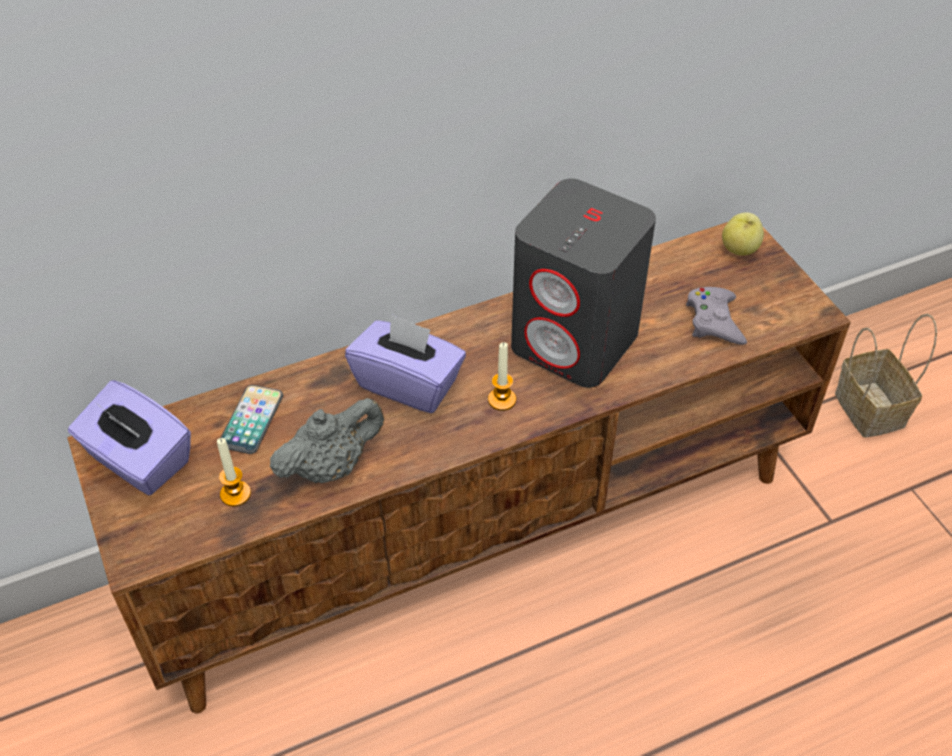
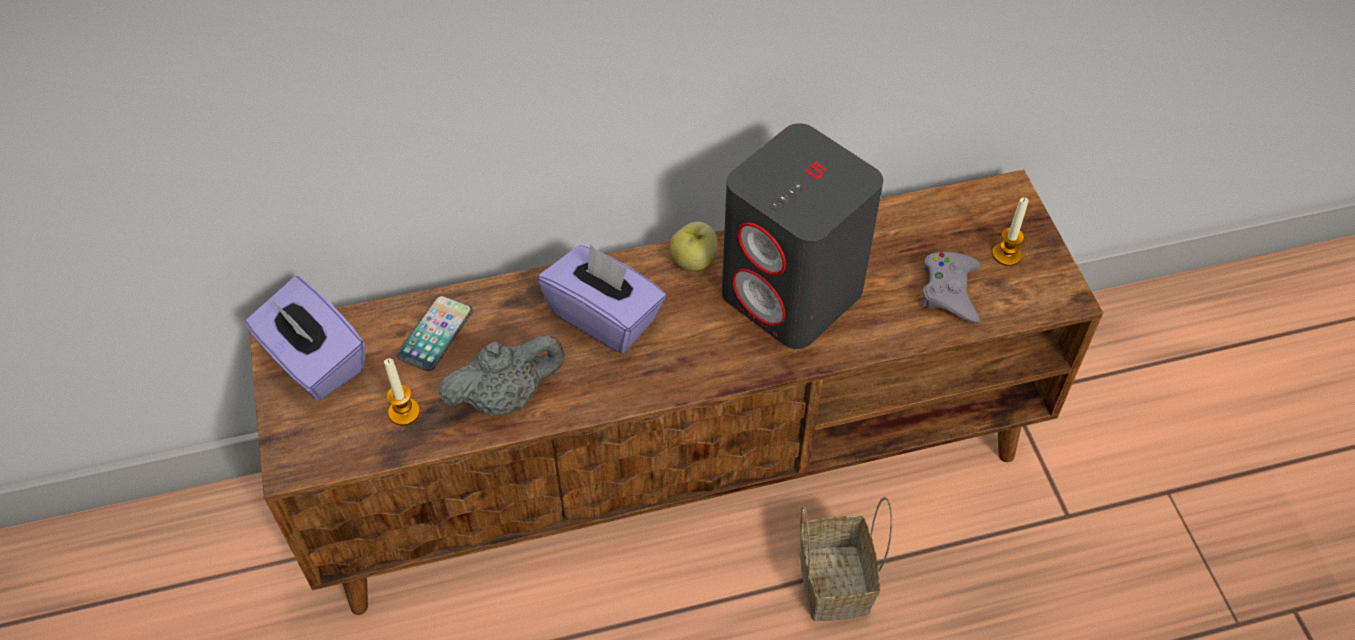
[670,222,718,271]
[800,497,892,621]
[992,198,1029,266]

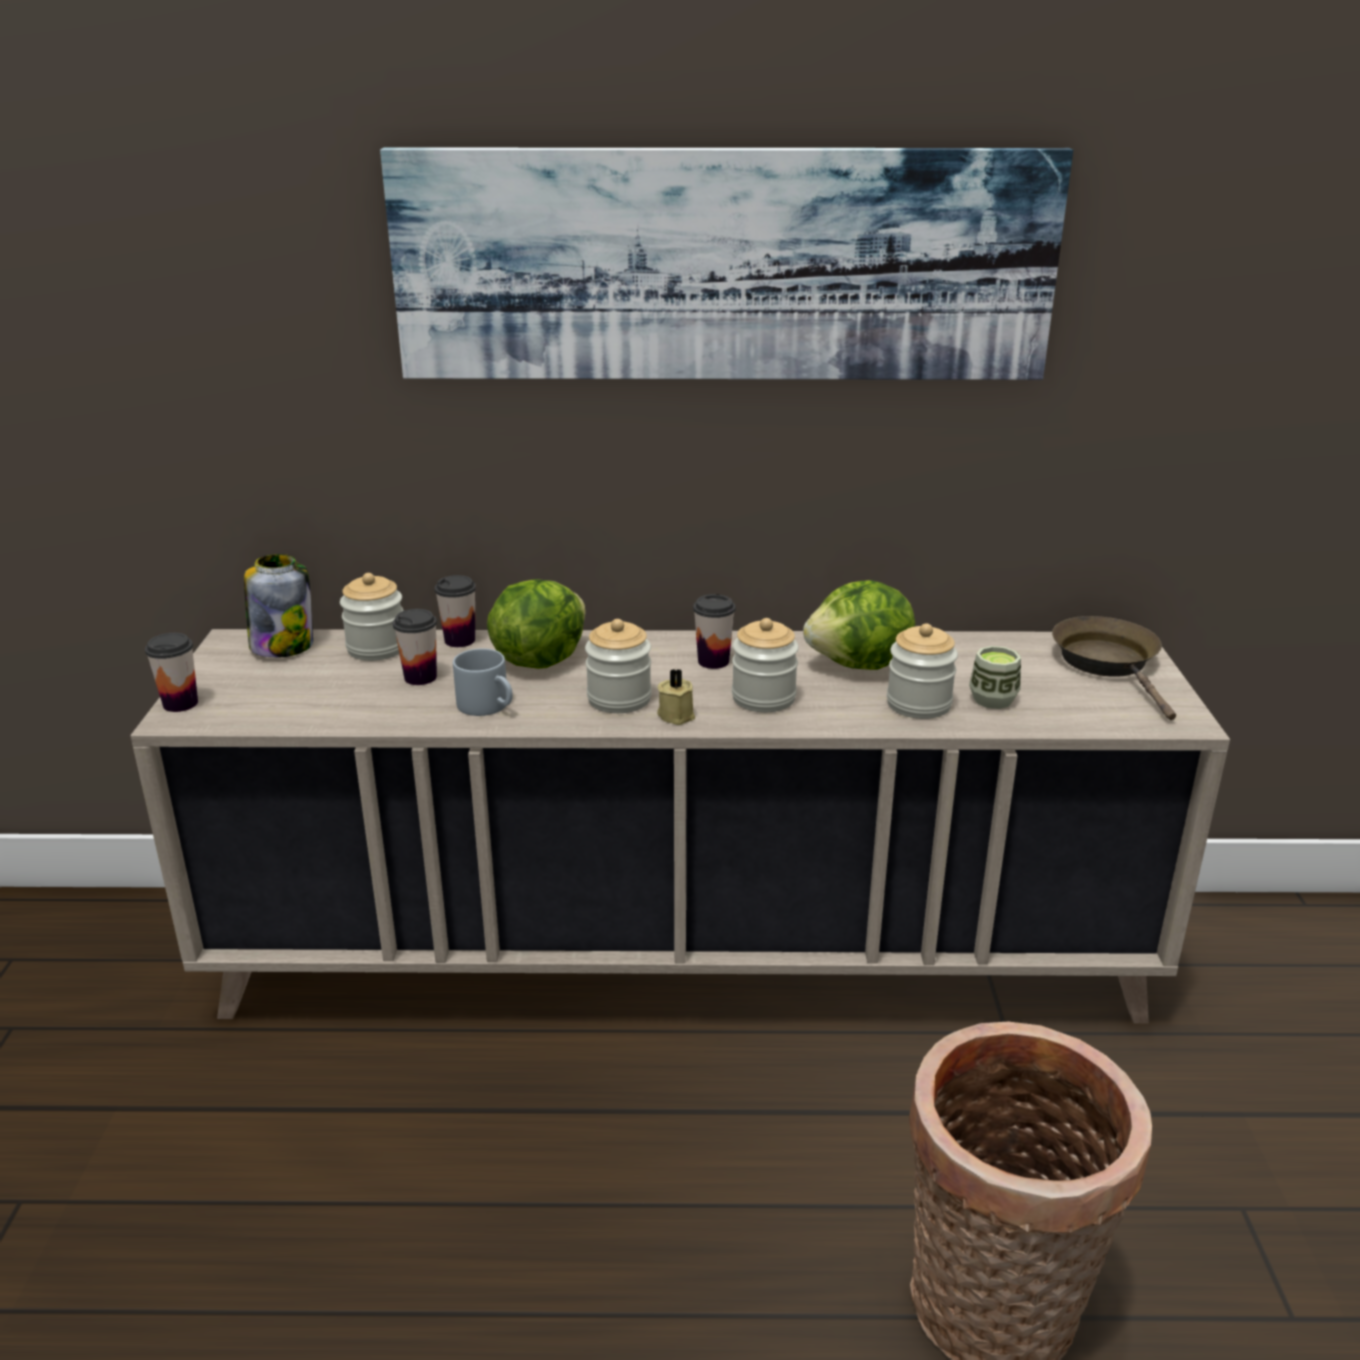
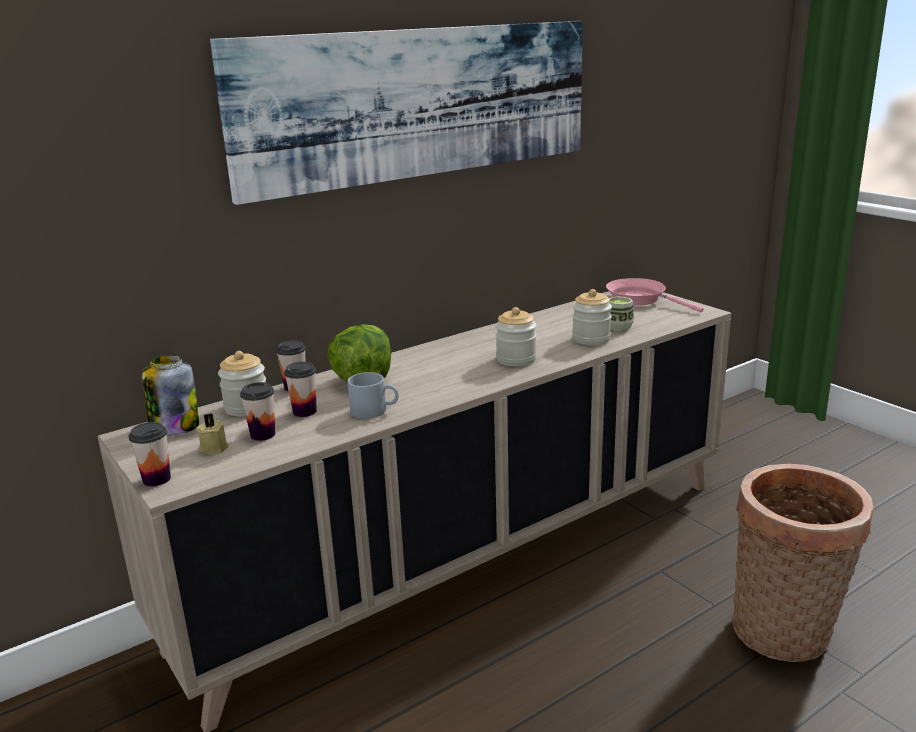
[196,413,229,454]
[240,382,275,441]
[606,278,704,312]
[585,619,652,713] (first image)
[803,580,915,670] (first image)

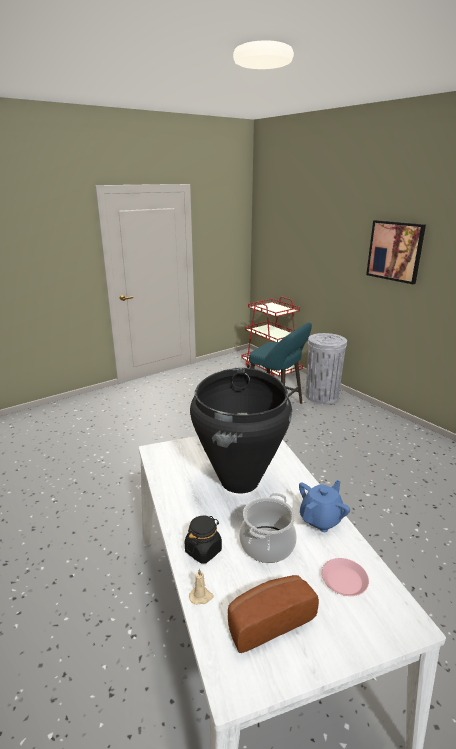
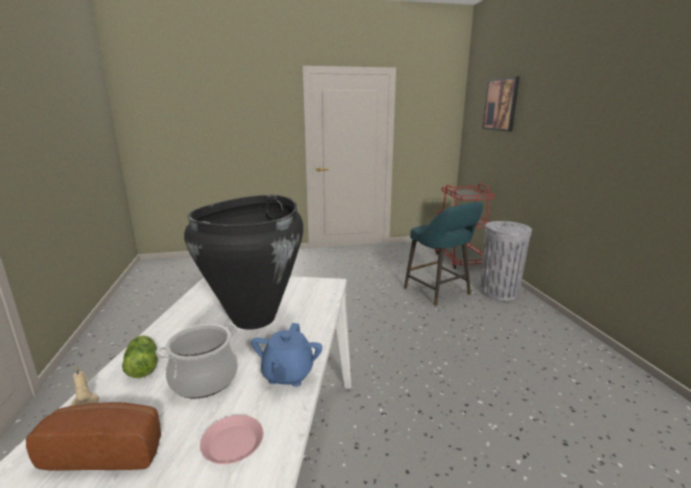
[122,335,158,378]
[251,323,322,387]
[482,76,520,132]

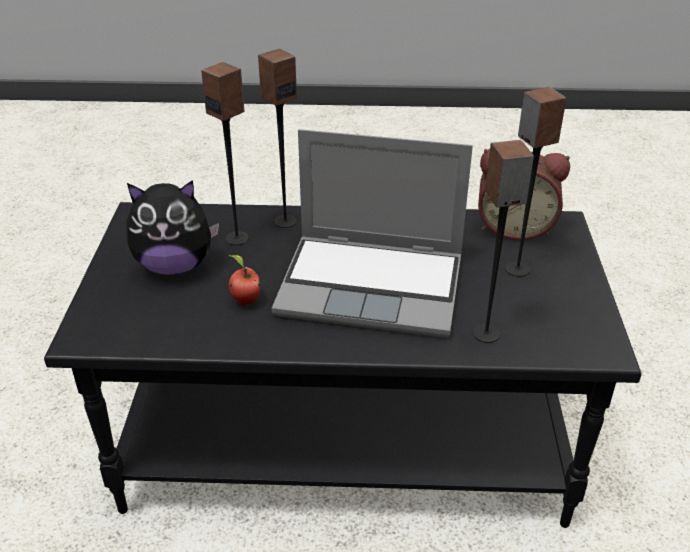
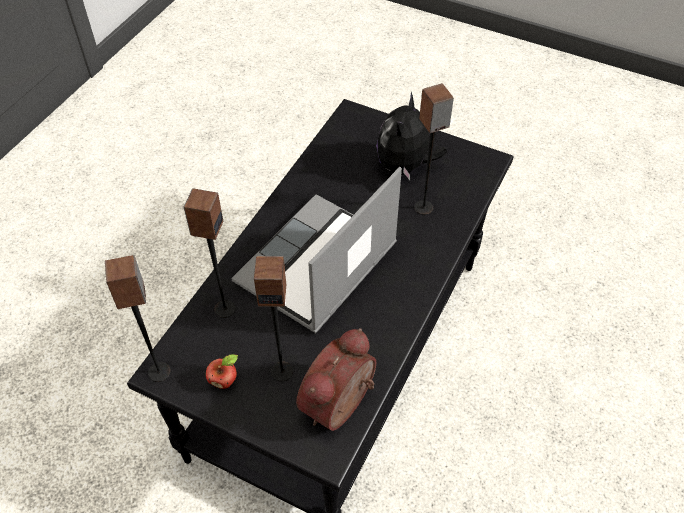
[105,255,171,382]
[206,354,238,389]

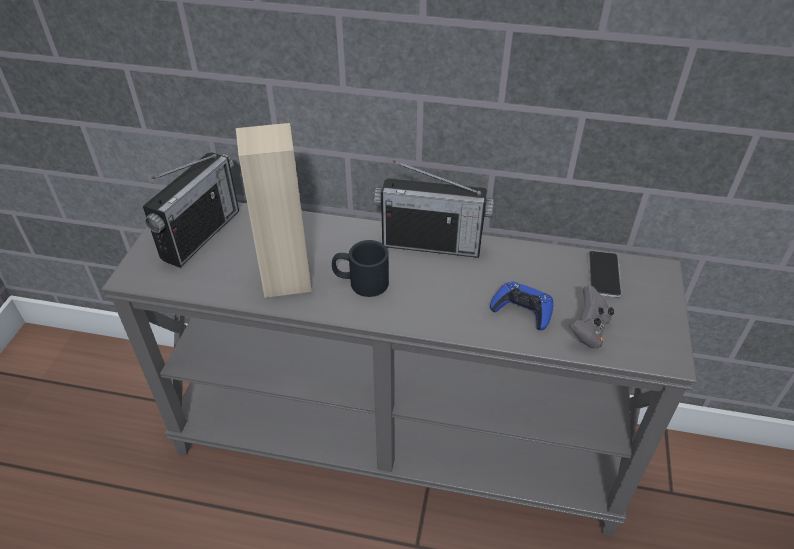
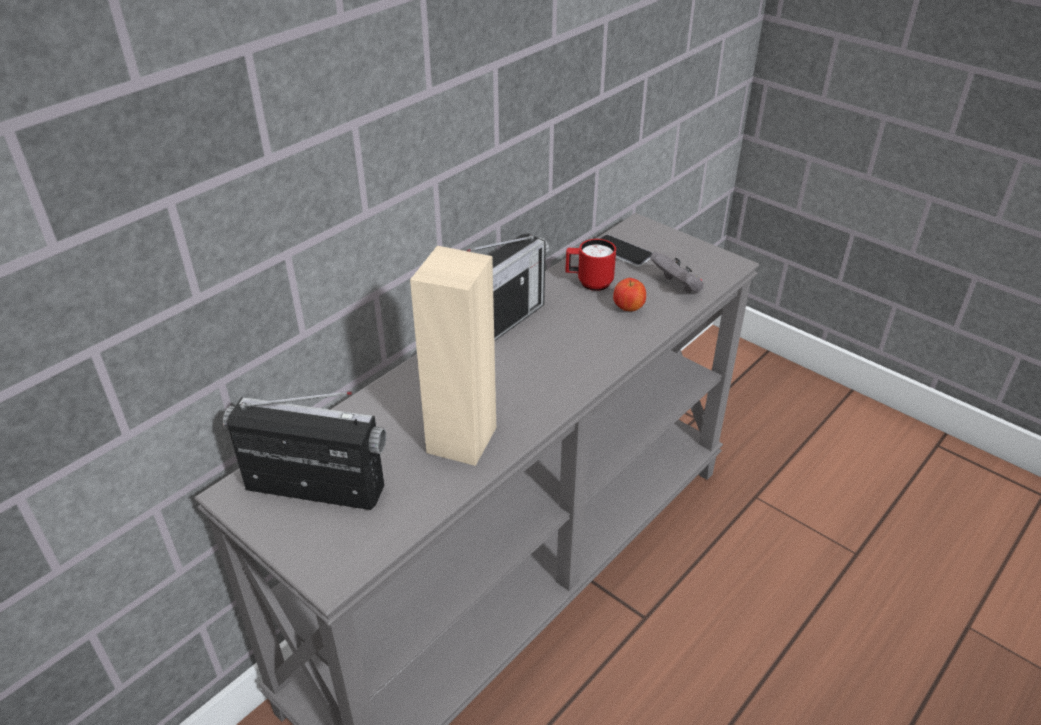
[223,391,386,510]
[565,239,616,291]
[613,278,646,311]
[332,240,389,297] (first image)

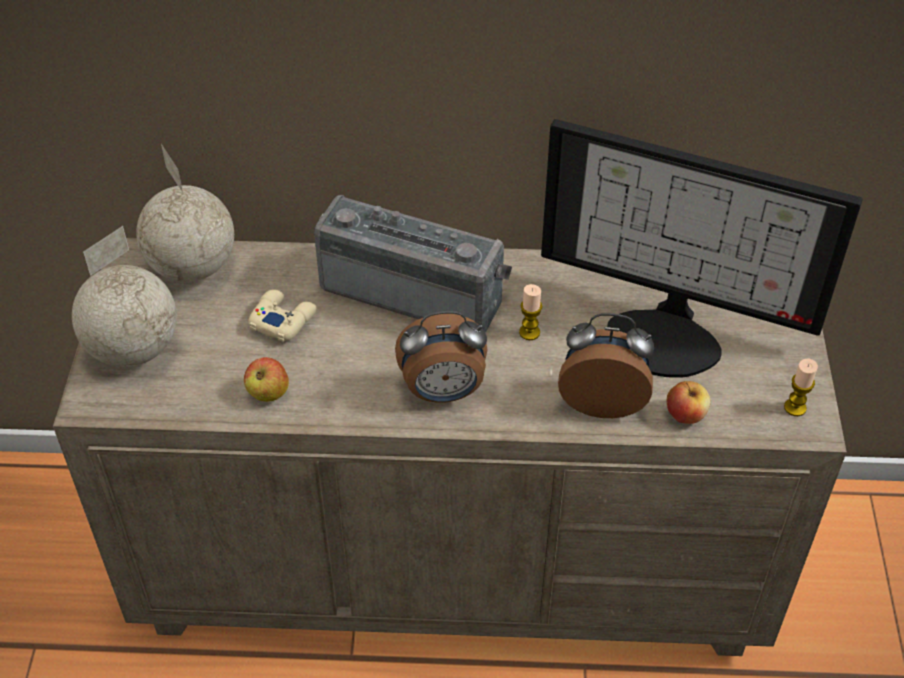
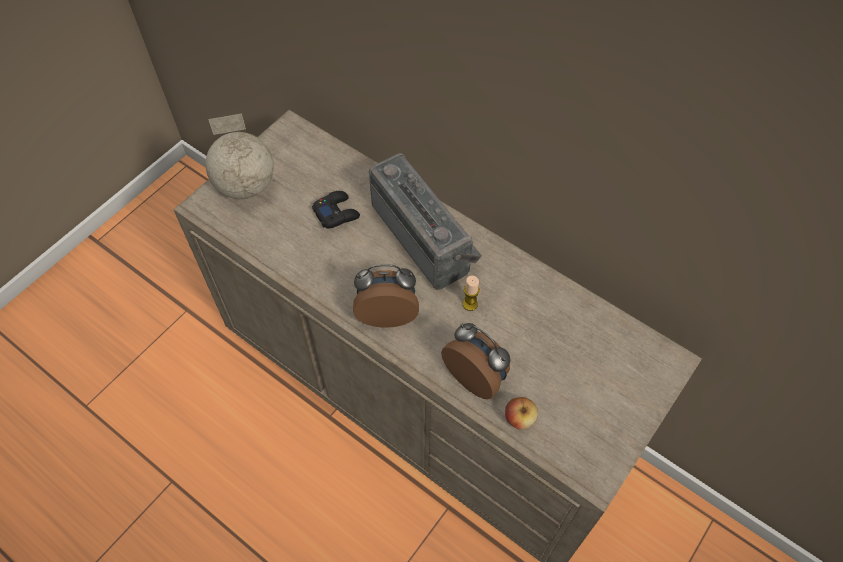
[312,191,360,229]
[353,264,419,328]
[136,144,234,282] (first image)
[244,357,289,402] (first image)
[541,119,863,378] (first image)
[784,359,818,416] (first image)

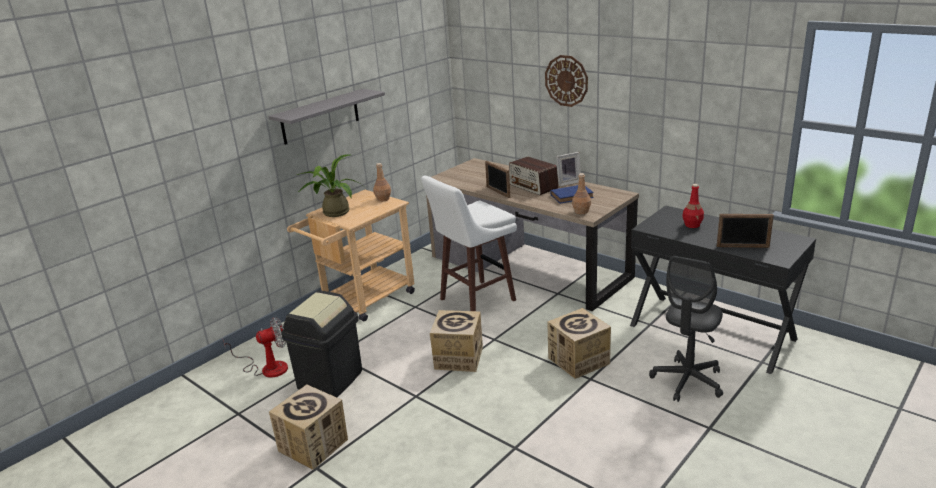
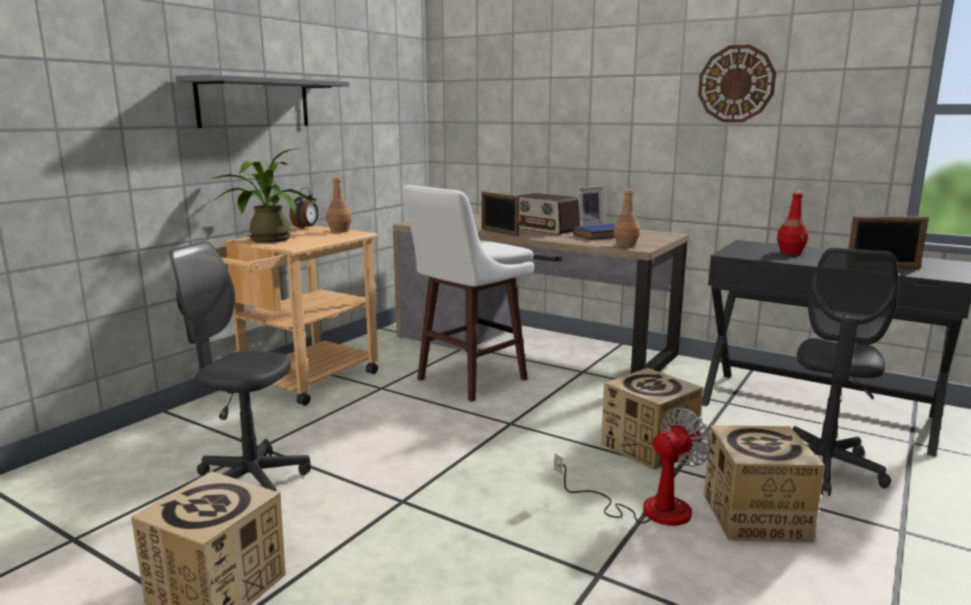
[169,241,311,491]
[290,187,318,229]
[554,408,712,526]
[698,44,776,122]
[704,425,825,543]

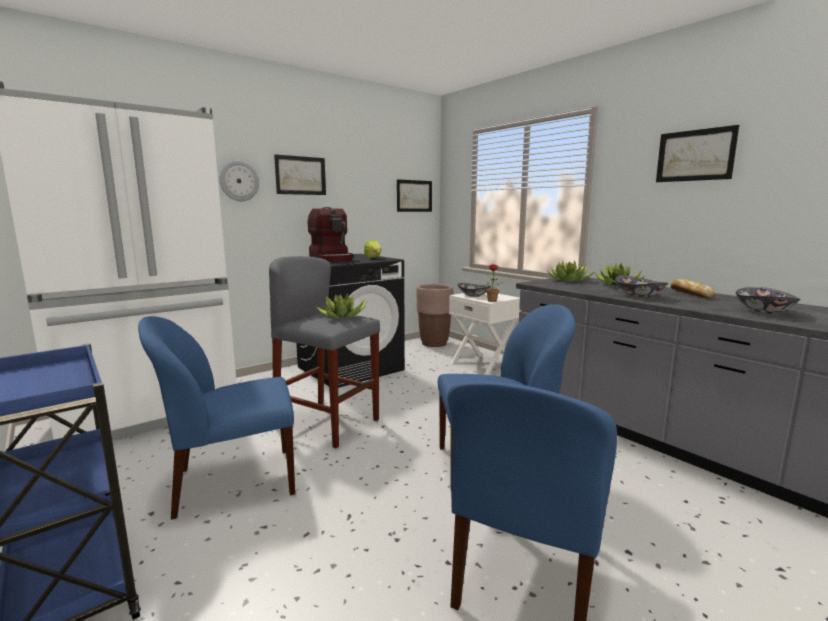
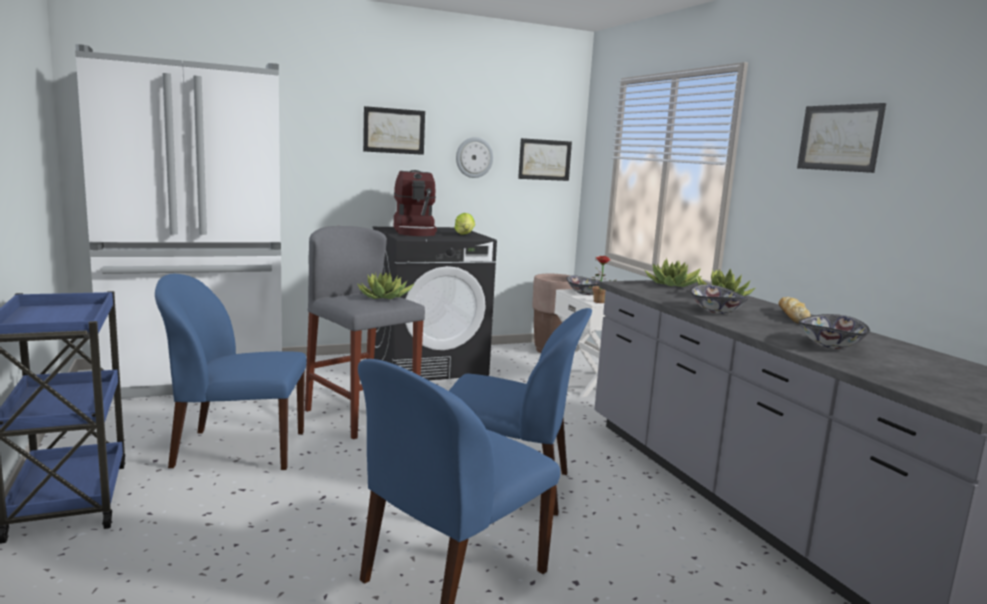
[456,137,493,178]

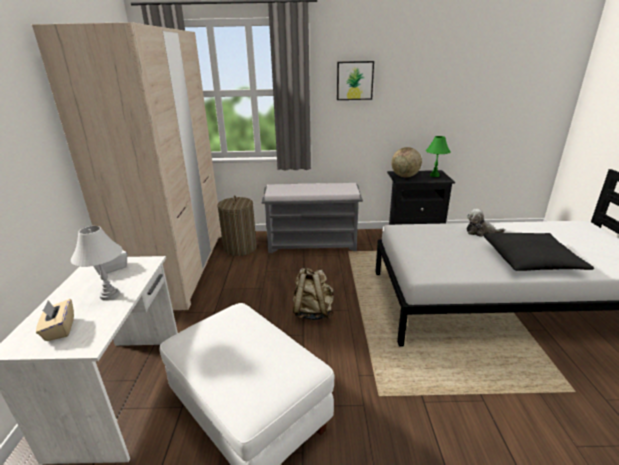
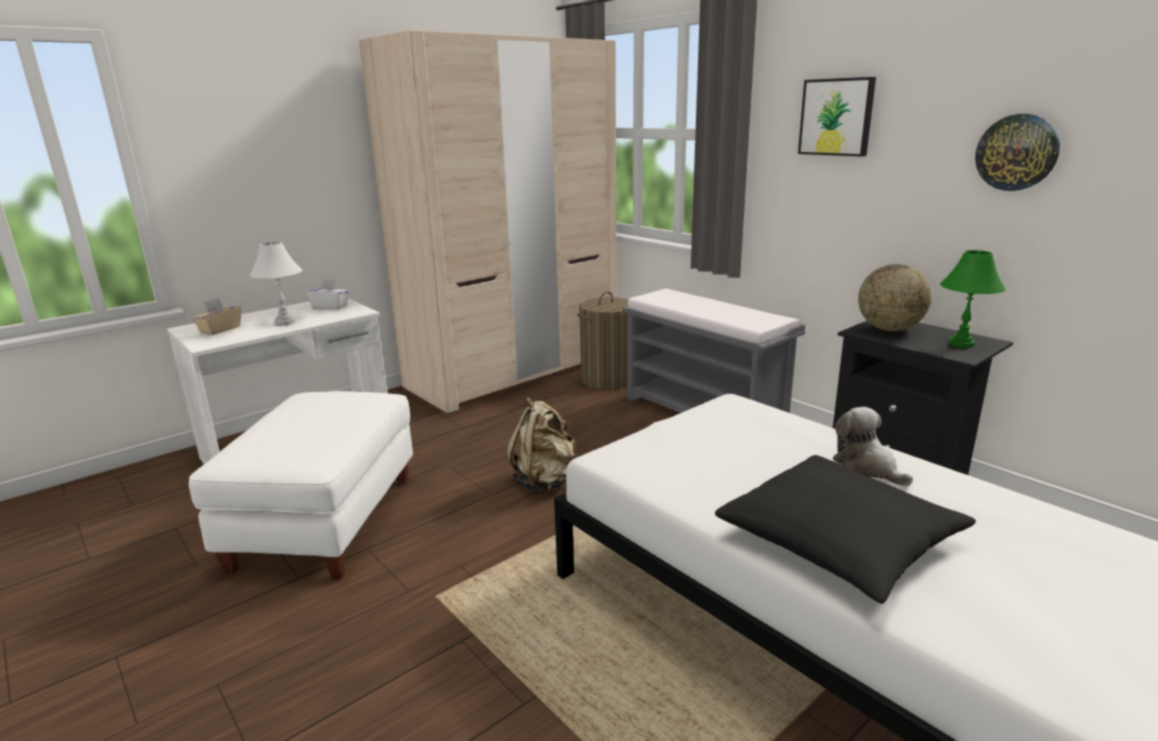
[975,114,1060,191]

